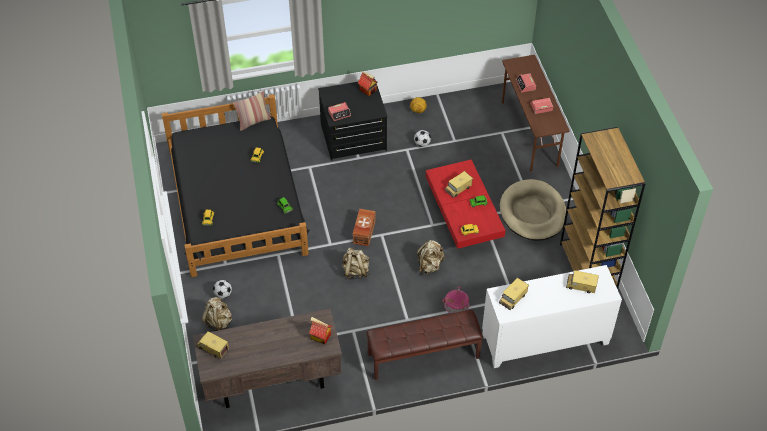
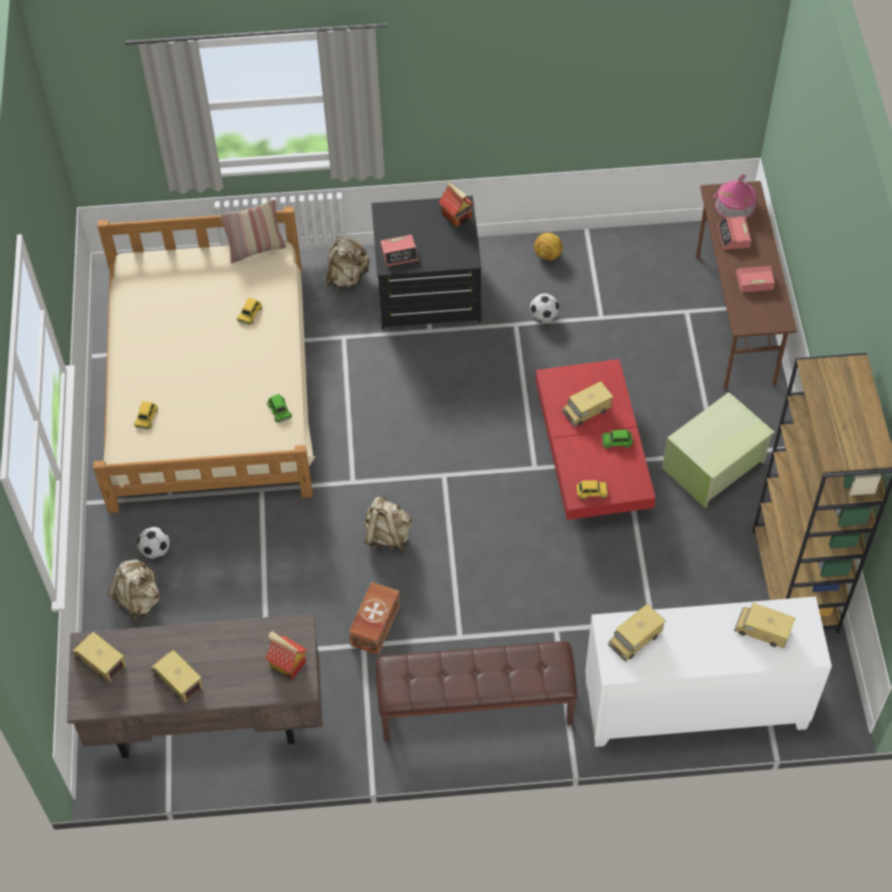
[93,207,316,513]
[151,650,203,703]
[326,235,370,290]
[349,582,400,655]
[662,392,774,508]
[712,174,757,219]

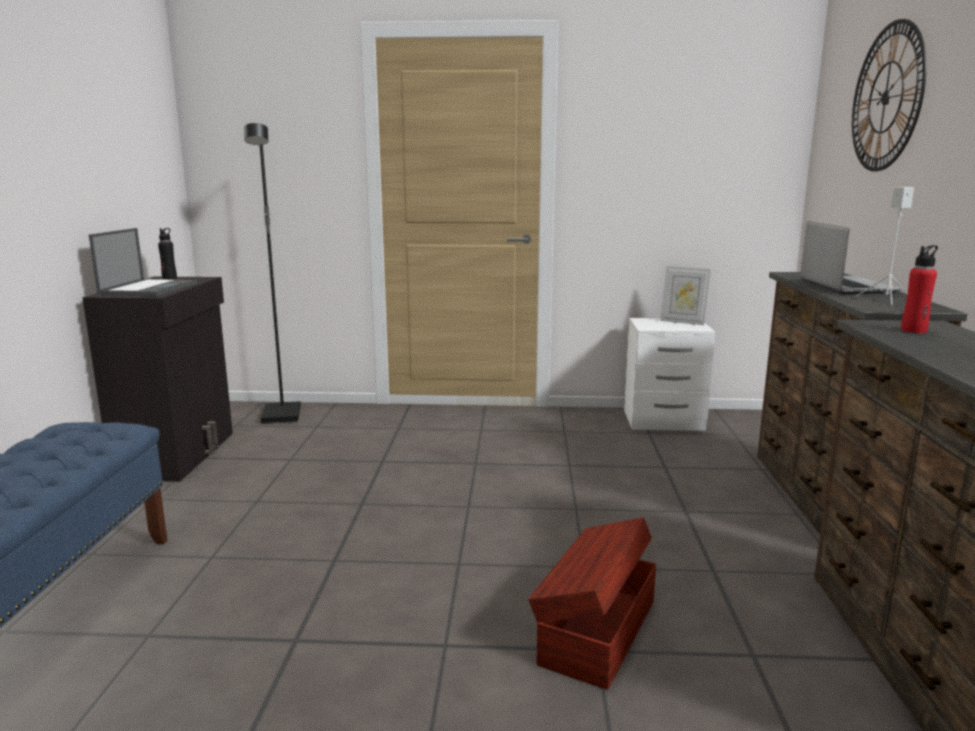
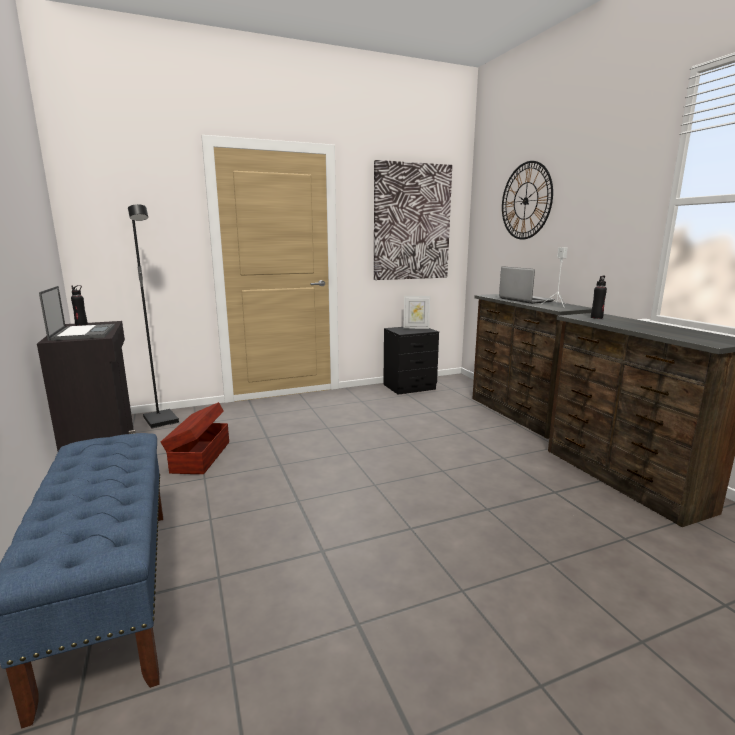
[161,402,229,474]
[374,160,452,280]
[383,327,439,395]
[591,275,607,319]

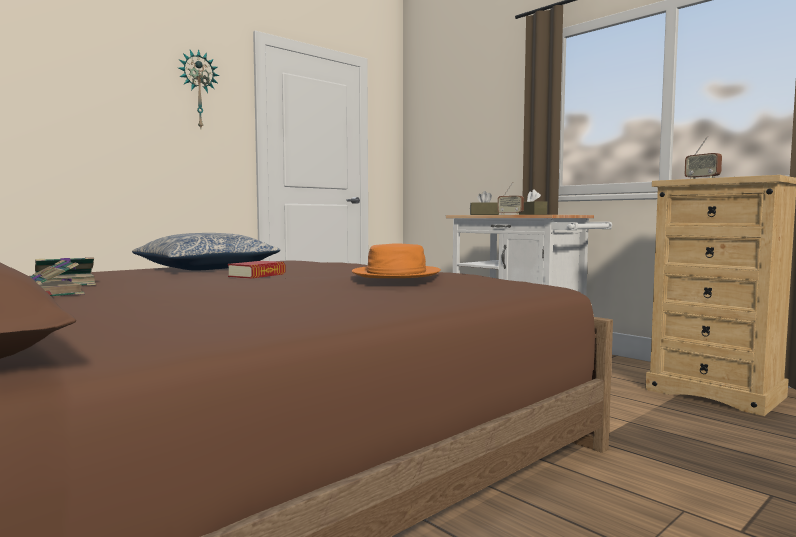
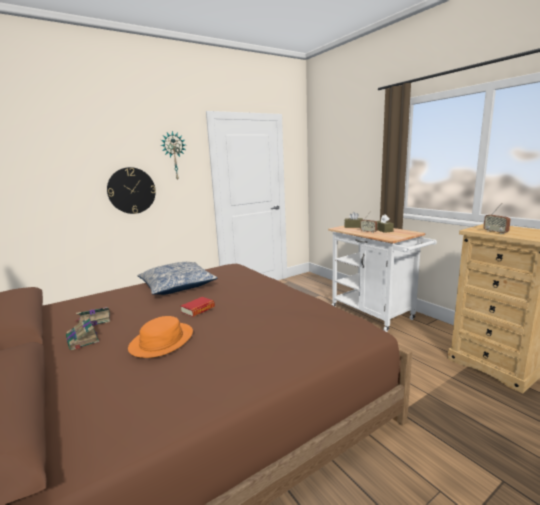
[107,167,156,214]
[128,316,193,358]

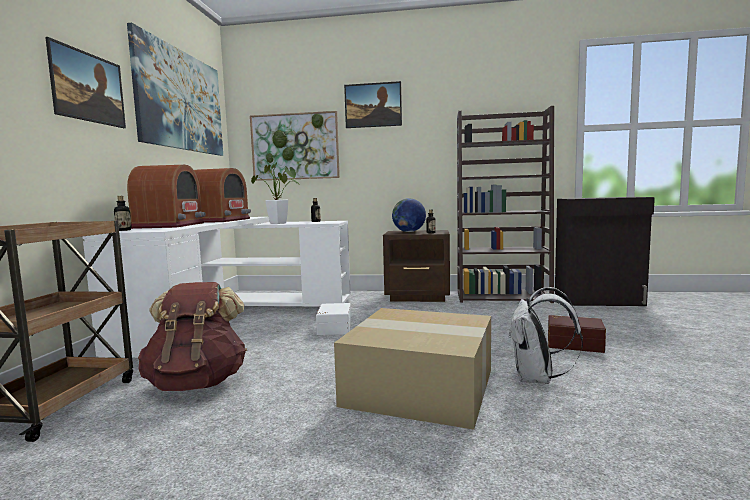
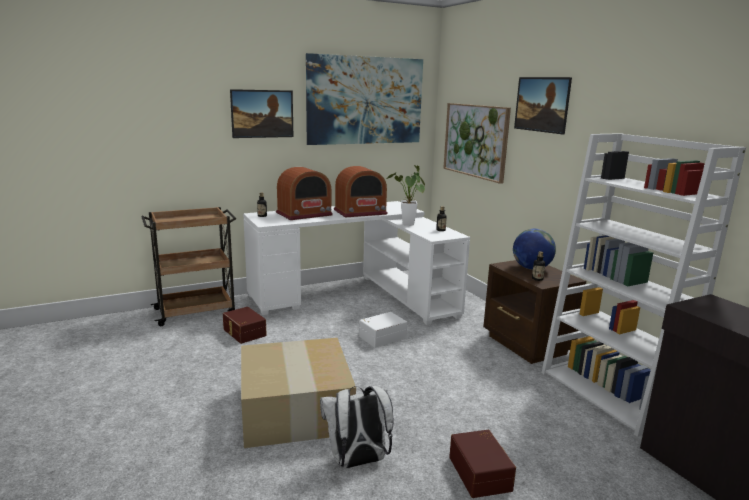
[223,307,267,344]
[542,133,746,437]

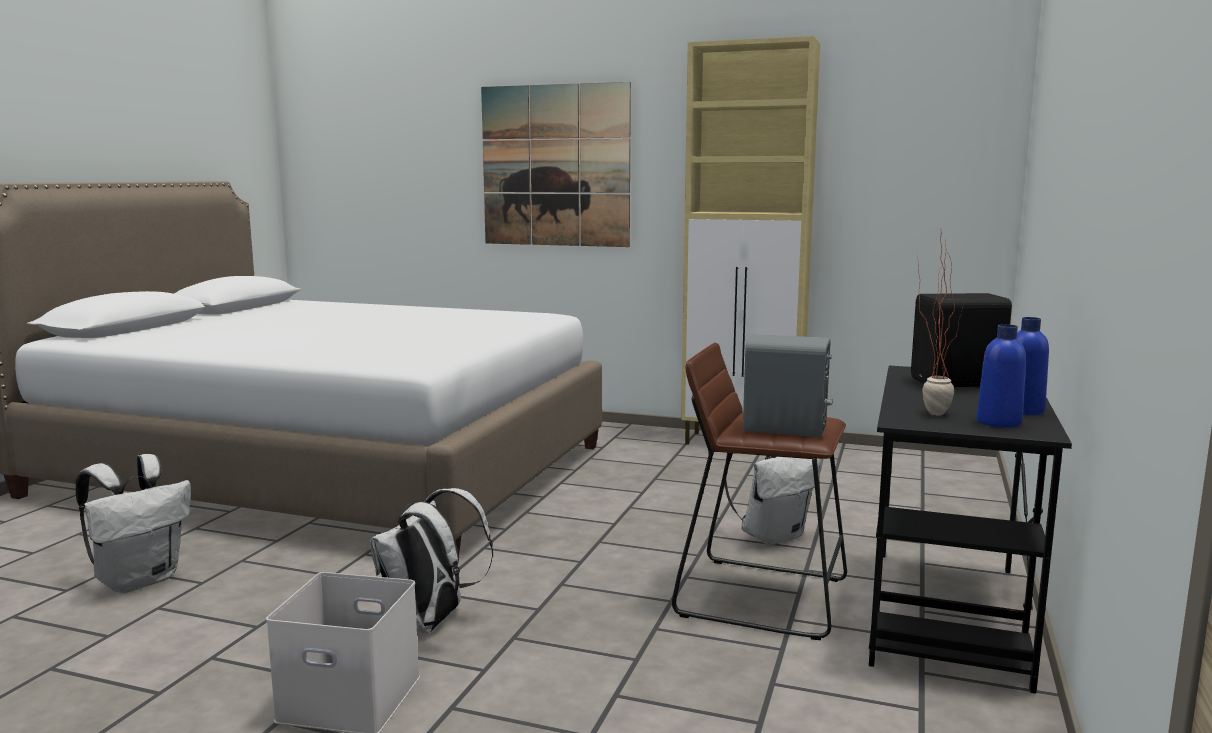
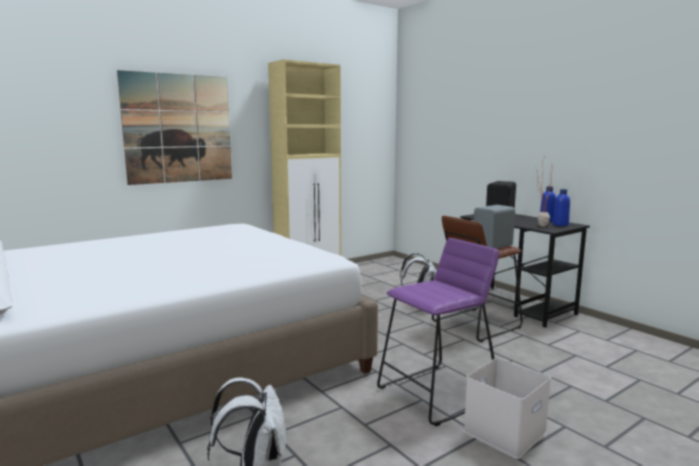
[377,238,499,426]

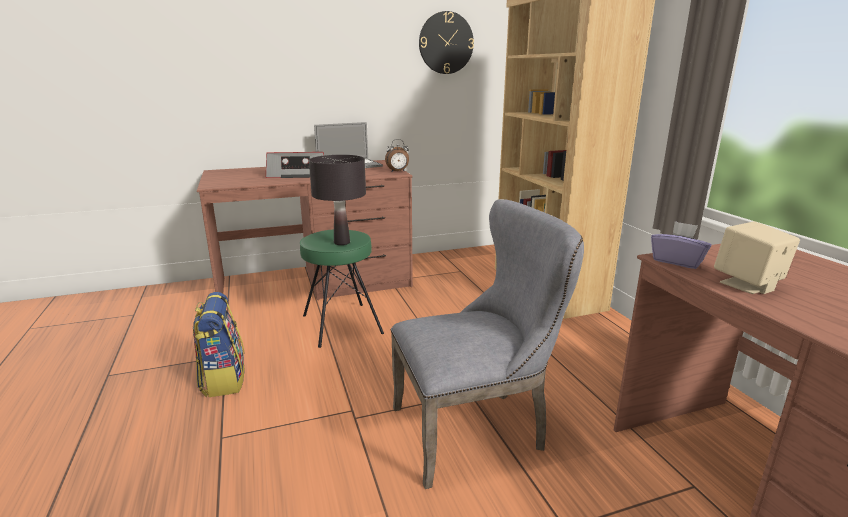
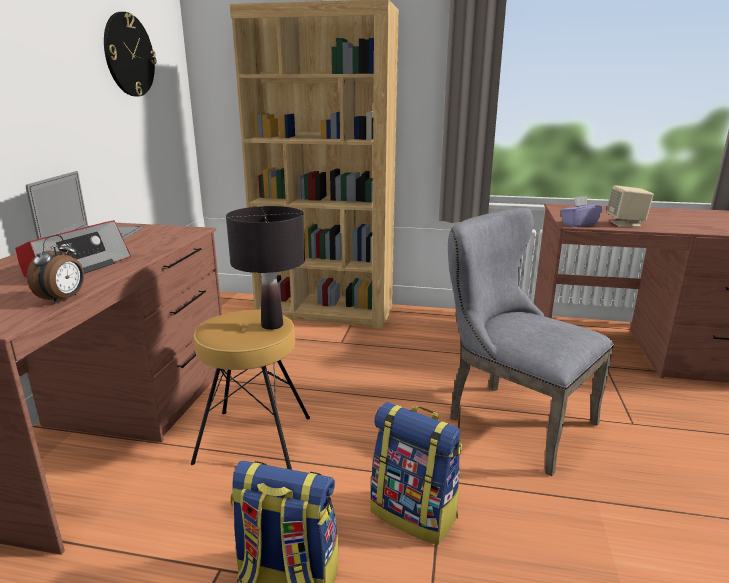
[27,235,84,304]
[191,310,310,470]
[370,402,462,545]
[448,208,614,476]

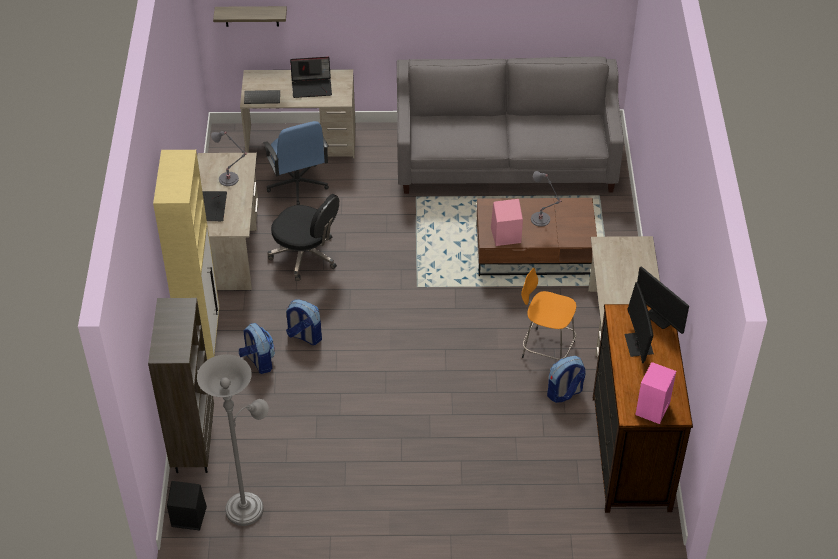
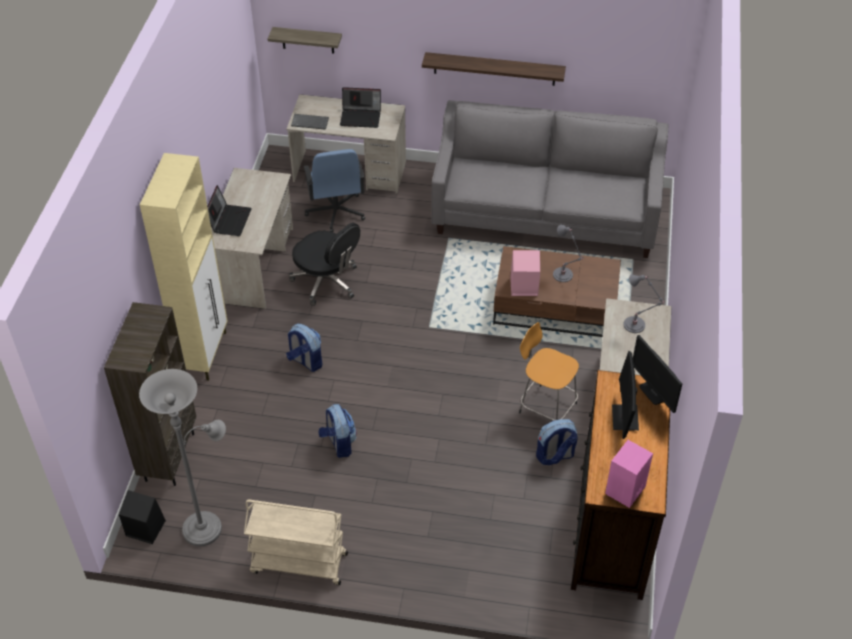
[244,500,348,585]
[318,404,357,458]
[422,52,566,86]
[623,274,665,333]

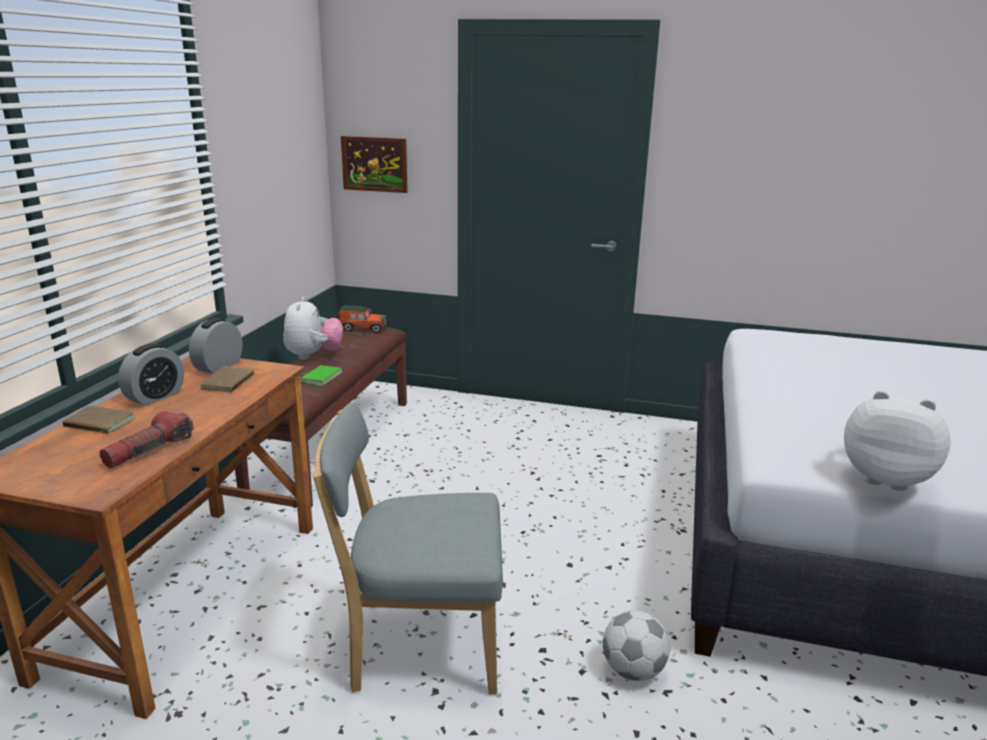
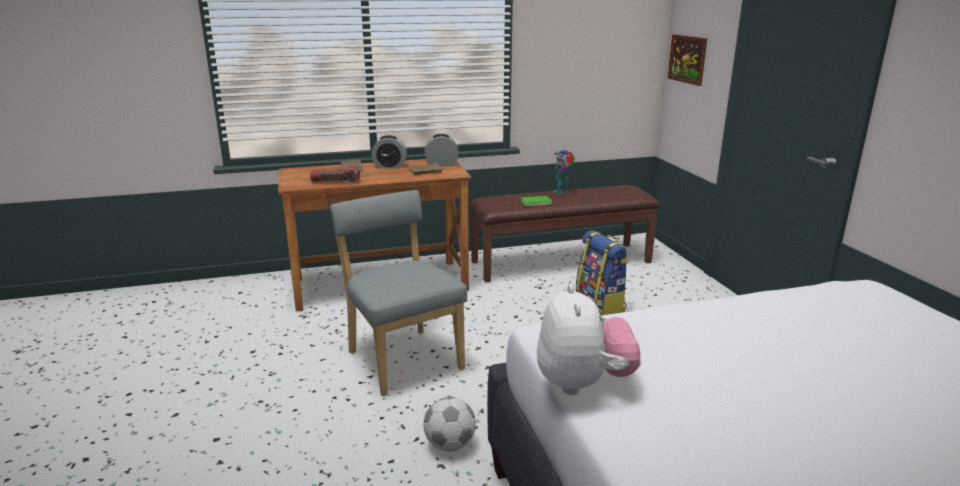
[552,150,575,195]
[576,230,629,315]
[337,305,387,333] (first image)

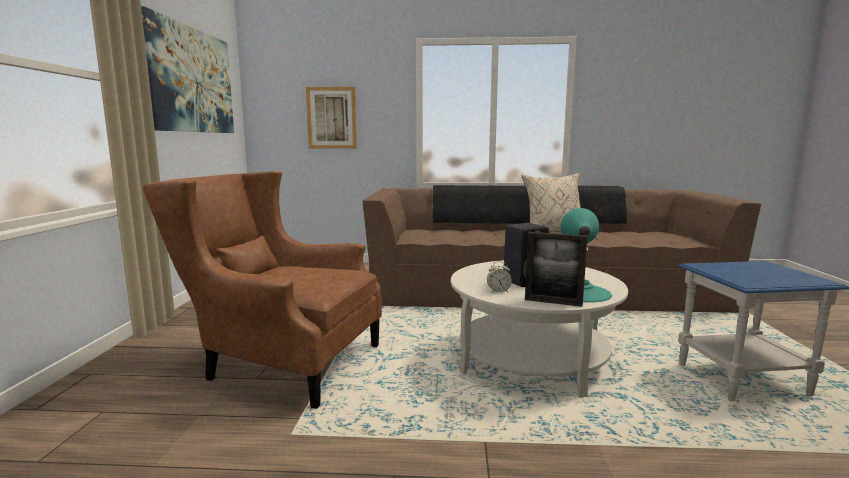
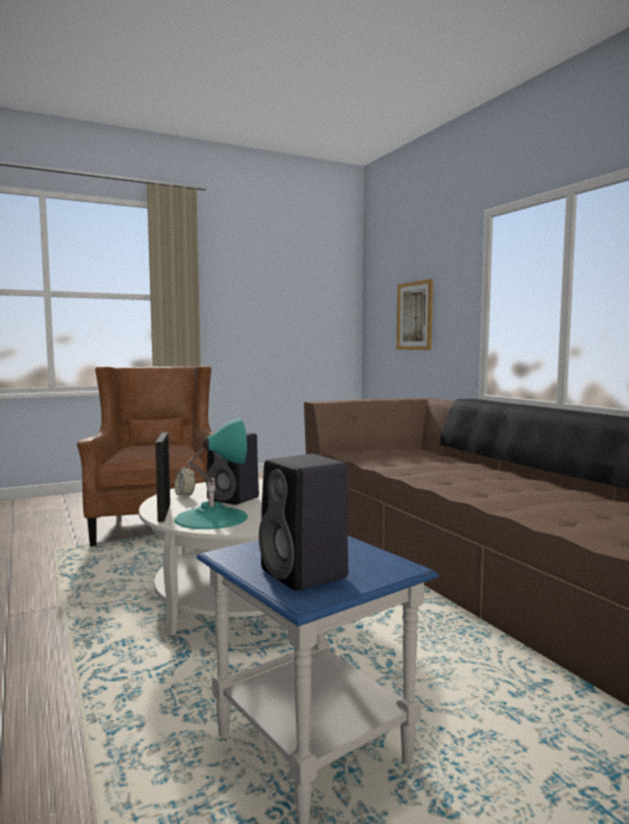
[259,454,348,591]
[141,6,234,133] (first image)
[522,173,581,232] (first image)

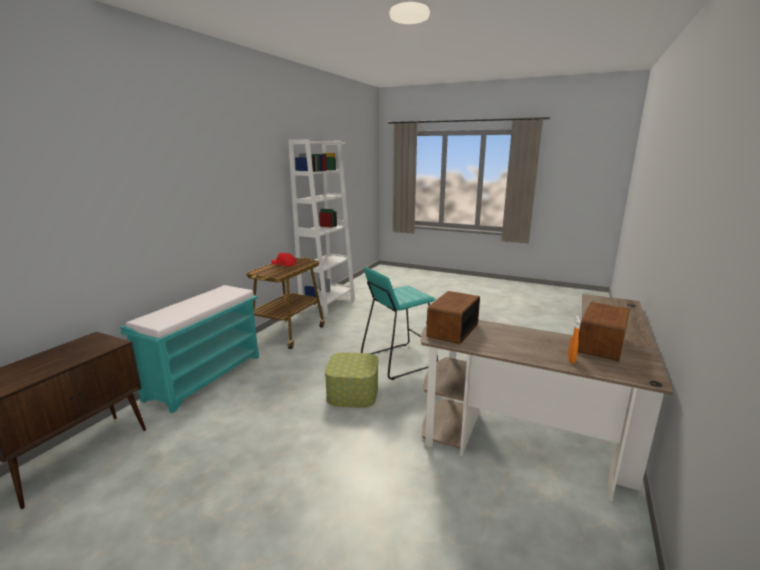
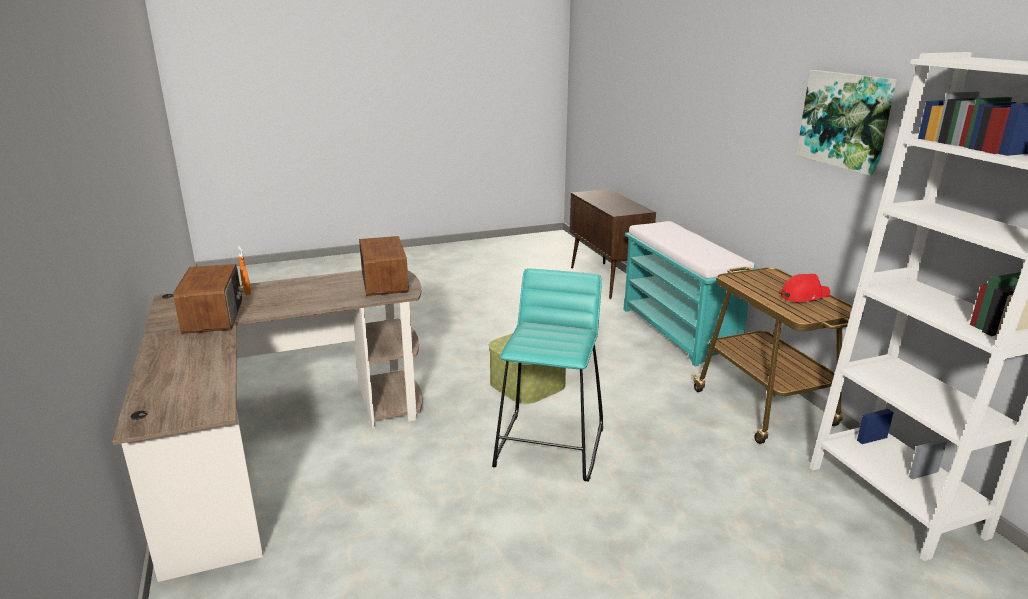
[796,70,897,176]

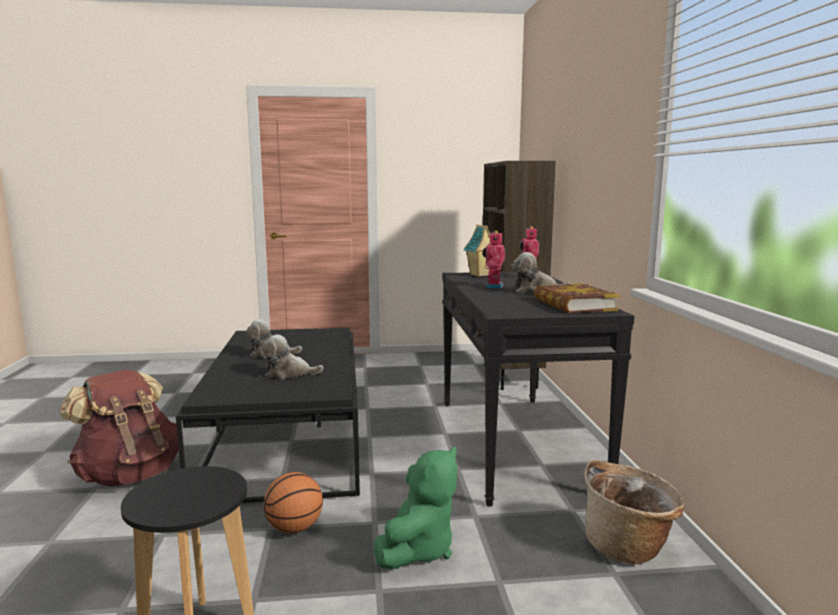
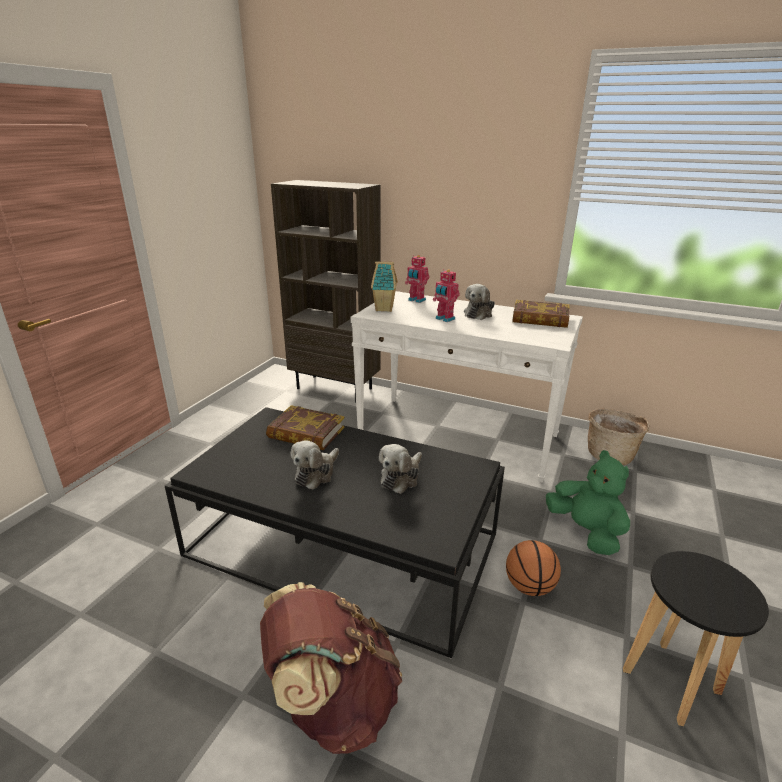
[266,405,344,450]
[351,291,583,483]

